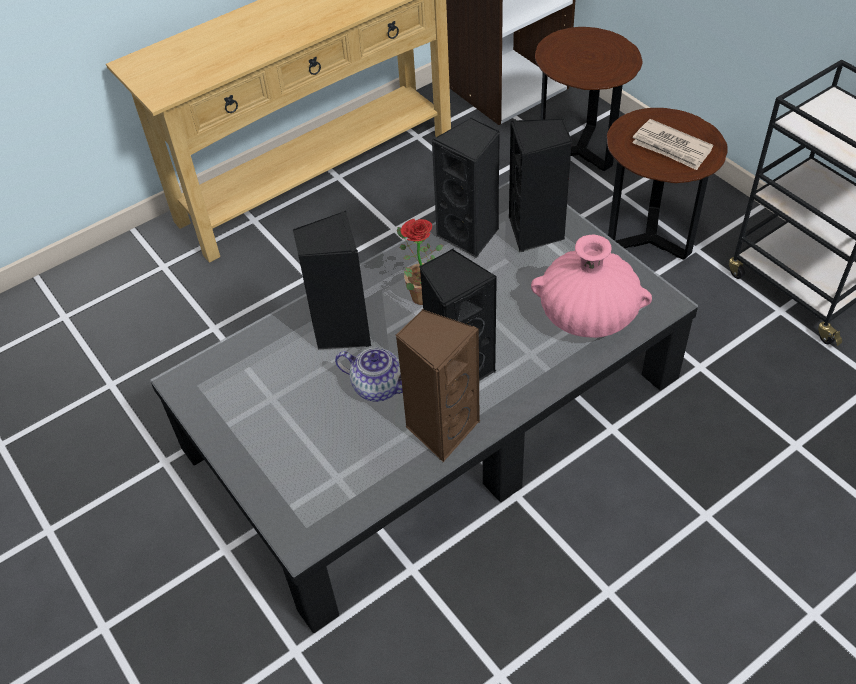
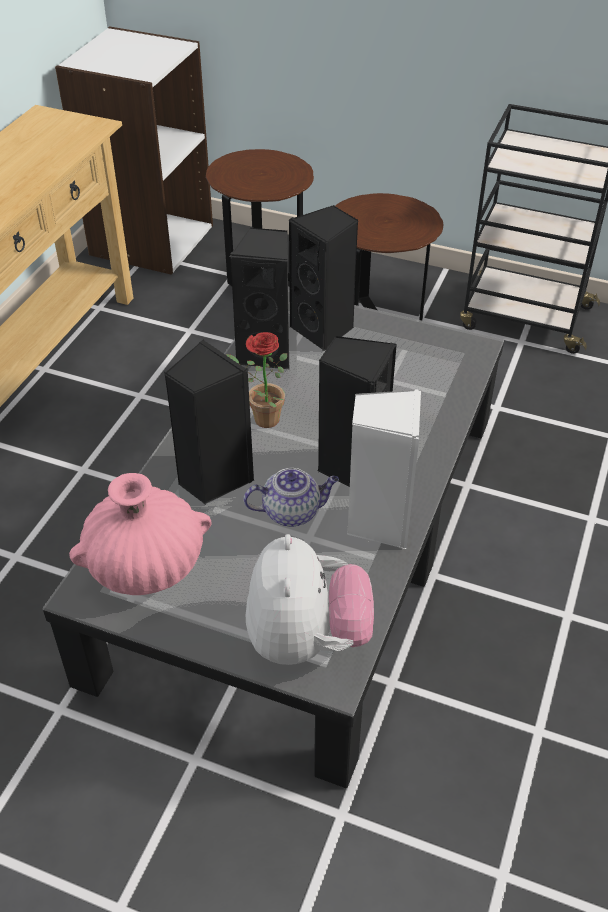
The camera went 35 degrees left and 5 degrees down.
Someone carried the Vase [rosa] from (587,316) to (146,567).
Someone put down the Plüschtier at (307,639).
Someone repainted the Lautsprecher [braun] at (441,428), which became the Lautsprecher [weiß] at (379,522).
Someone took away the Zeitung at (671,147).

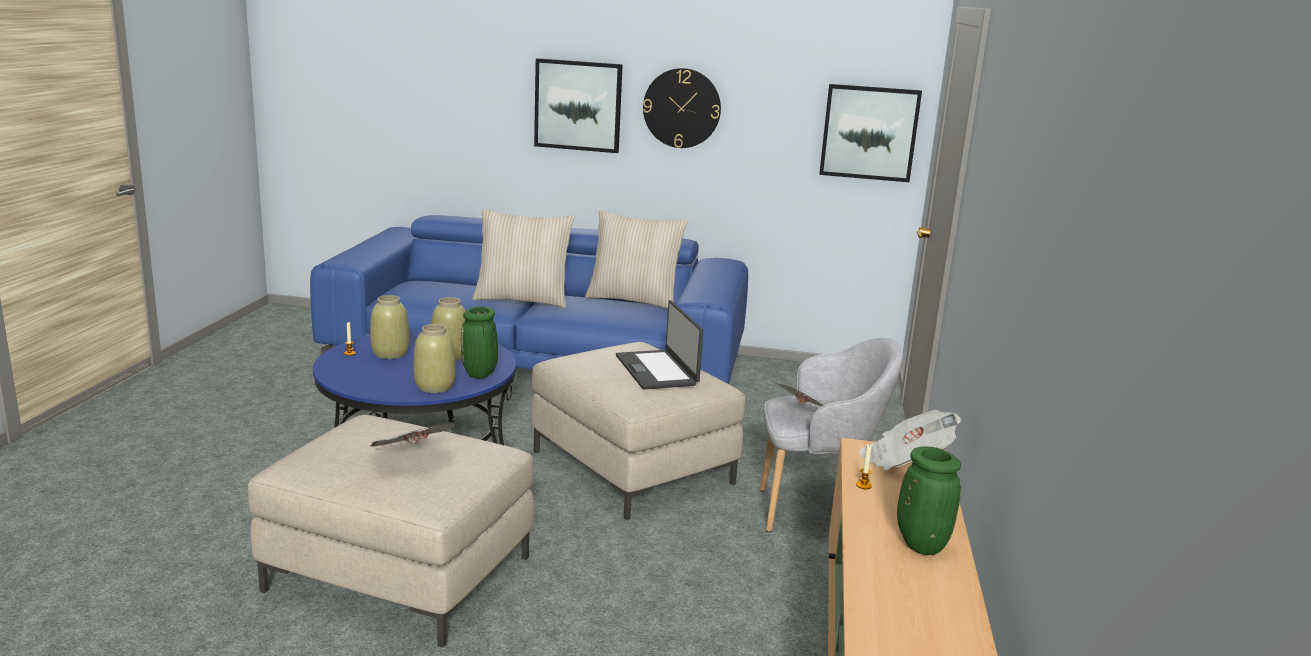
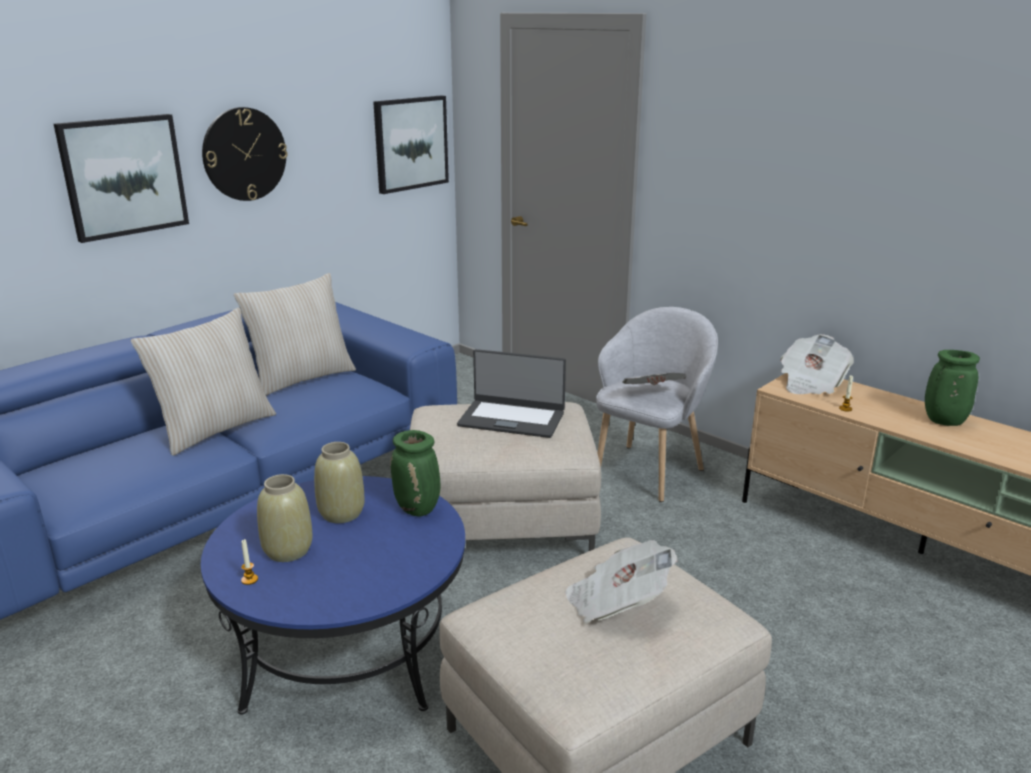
The camera went 55 degrees left and 5 degrees up.
Someone took away the Vase [beige] at (435,387).

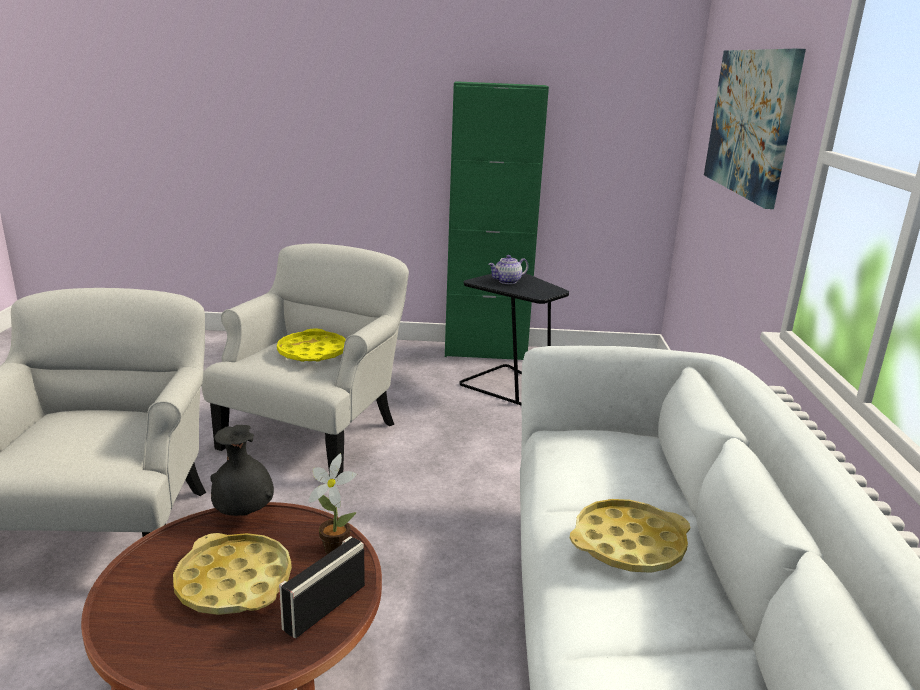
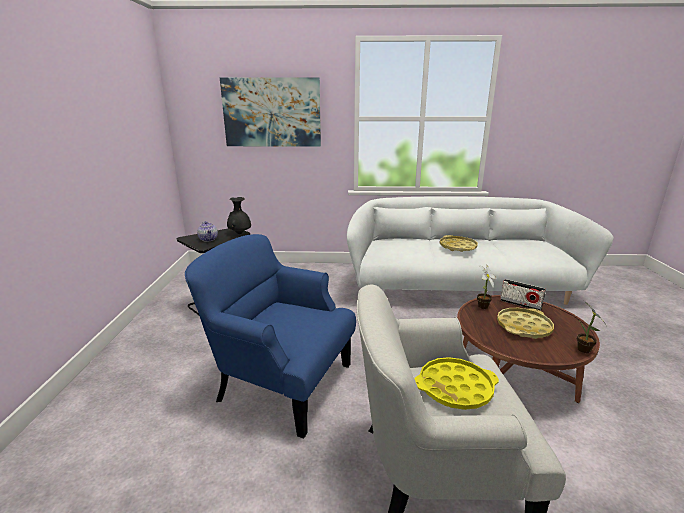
The camera went 90 degrees left and 0 degrees up.
Someone repainted the Sessel [weiß] at (315,434), which became the Sessel [blau] at (281,382).
Someone carried the Vase [schwarz] from (244,513) to (240,233).
Someone carried the Tablett [gelb] from (312,353) to (455,388).
Someone put down the Topfpflanze at (584,351).
Someone took away the Schrank [grün] at (485,352).

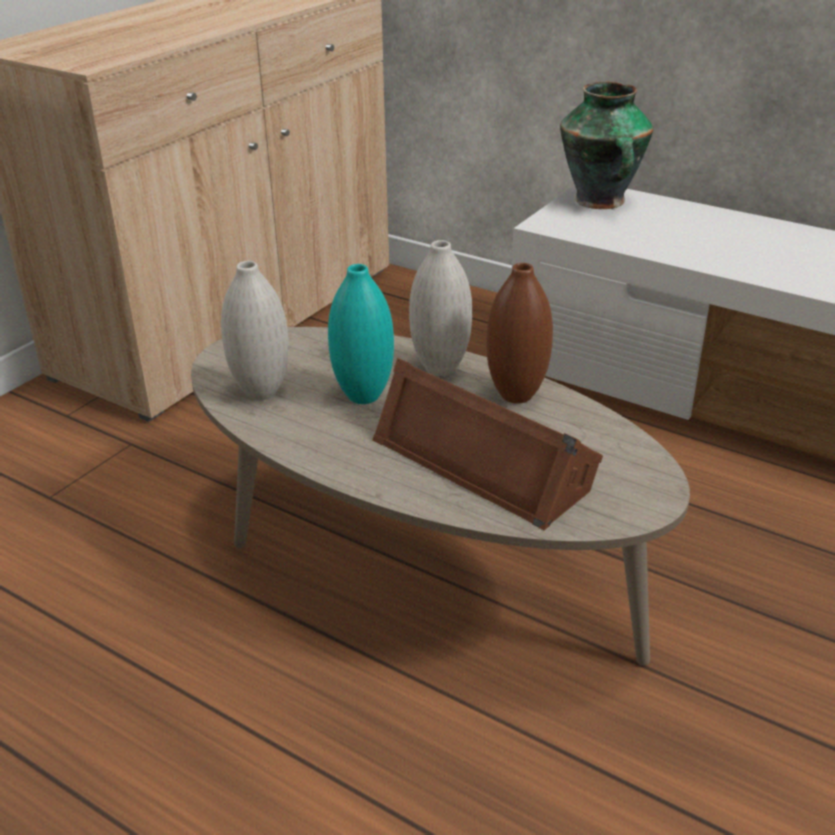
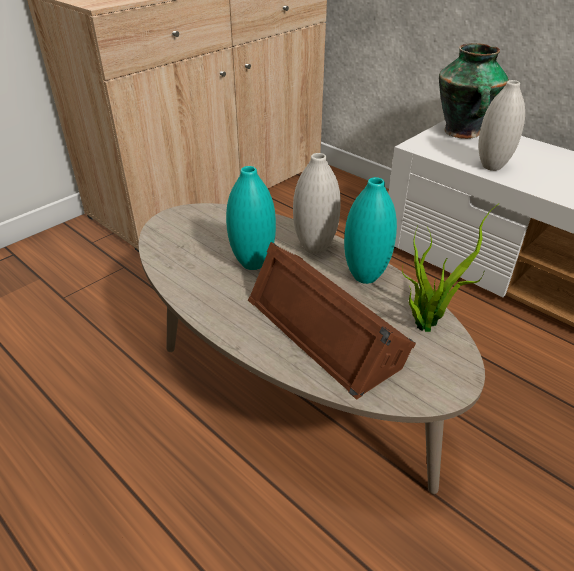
The camera went 10 degrees right and 5 degrees up.
Someone repainted the Vase [braun] at (516,395), which became the Vase [türkis] at (365,276).
Someone put down the Topfpflanze at (425,321).
Someone carried the Vase [weiß] from (261,392) to (491,166).

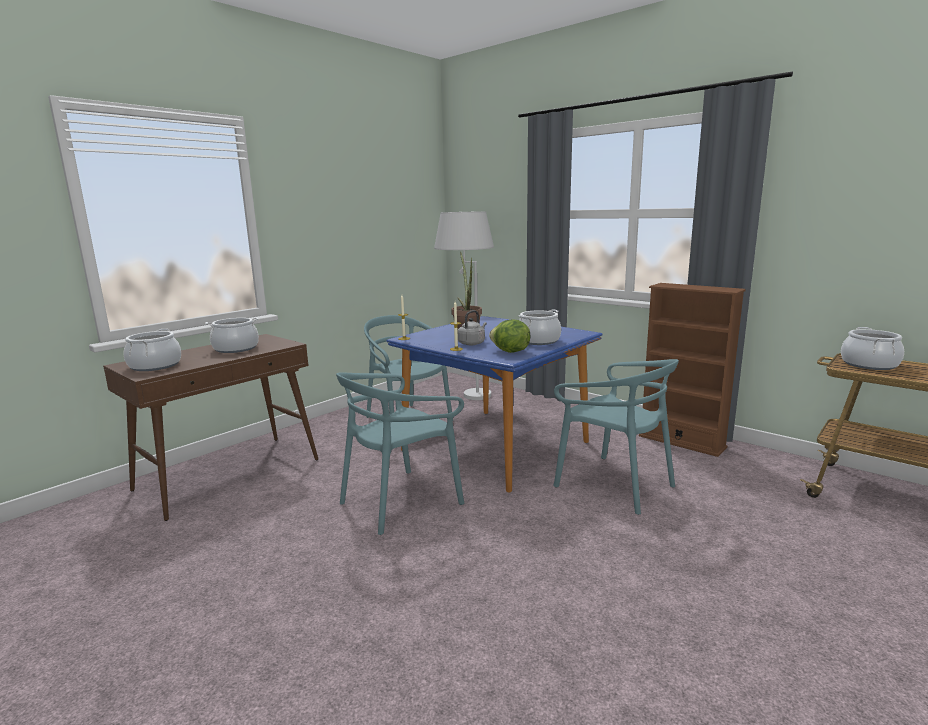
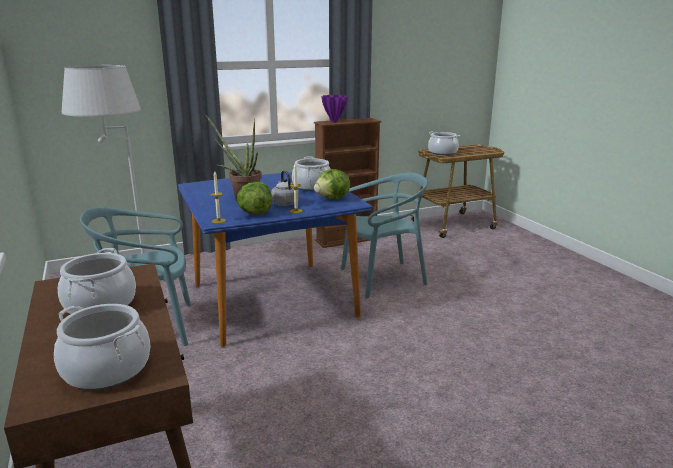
The camera went 65 degrees left and 5 degrees up.
Someone put down the Salatkopf at (255,213).
Someone put down the Vase [lila] at (334,122).
Someone took away the Stuhl [türkis] at (400,501).

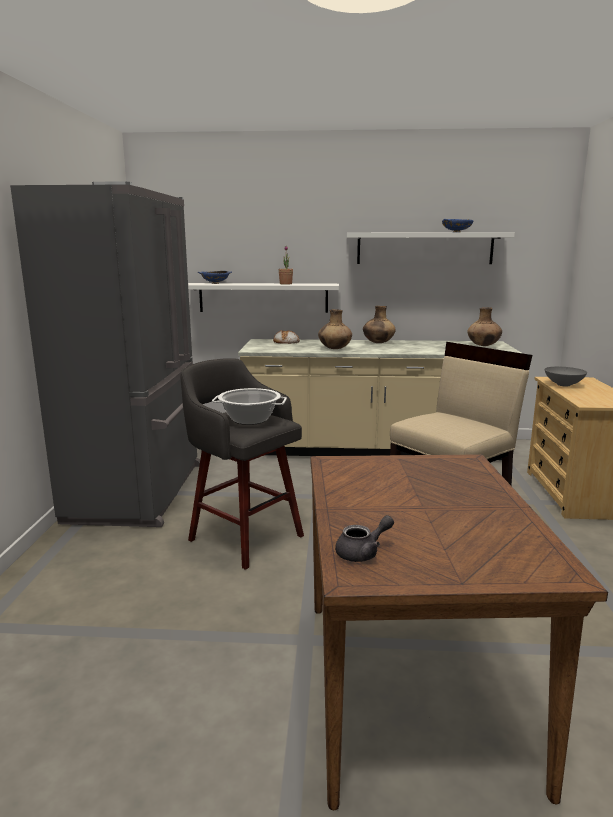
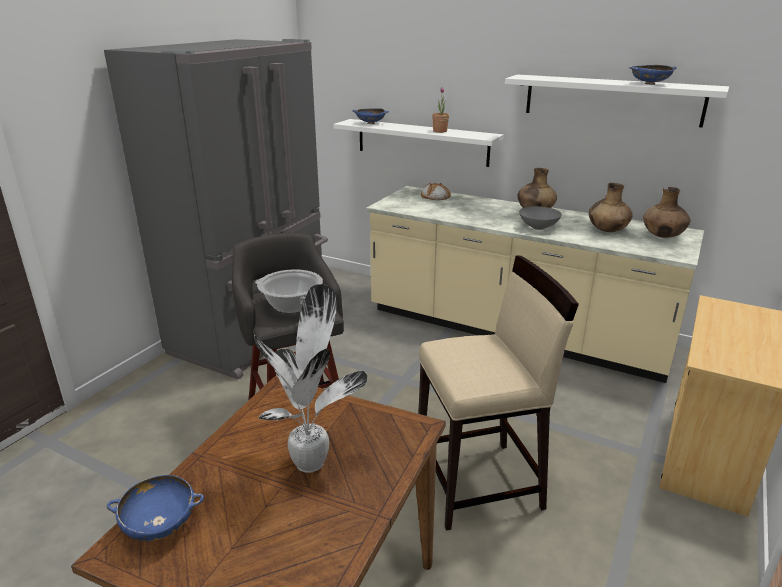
The camera went 25 degrees right and 10 degrees up.
Someone swapped the Teekanne [grau] at (363,552) for the Schüssel [blau] at (160,524).
Someone put down the Topfpflanze at (312,461).
Someone carried the Schüssel [grau] from (564,385) to (539,227).
Someone carried the Vase [braun] from (334,349) to (607,230).

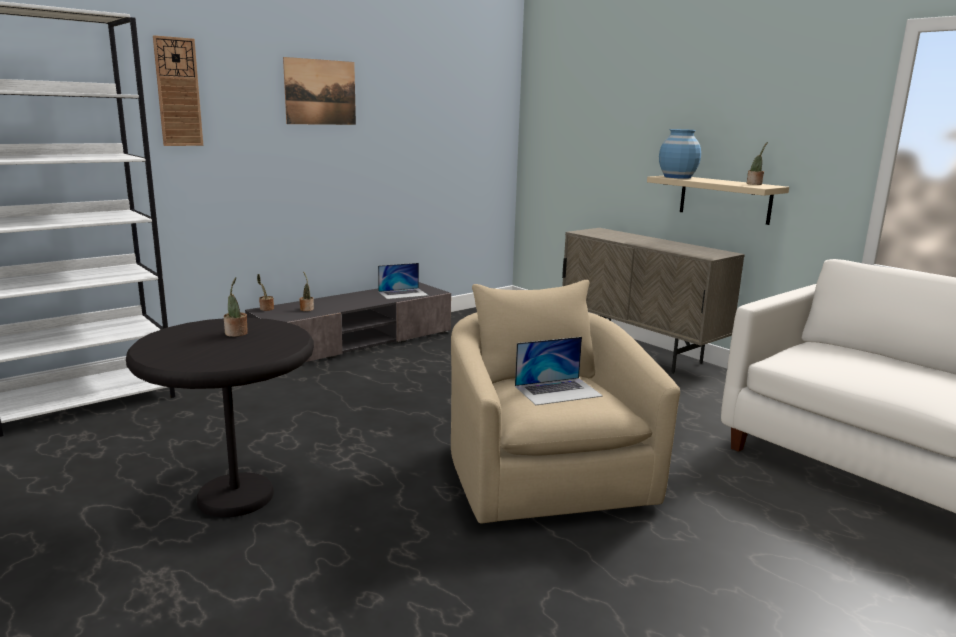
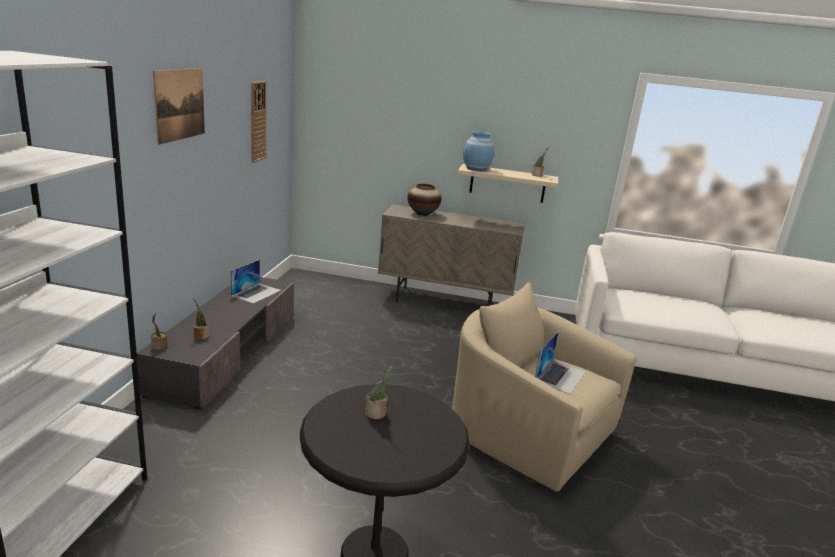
The camera went 40 degrees left and 5 degrees up.
Someone carried the Wanduhr from (178,92) to (257,121).
Someone put down the Vase at (422,214).

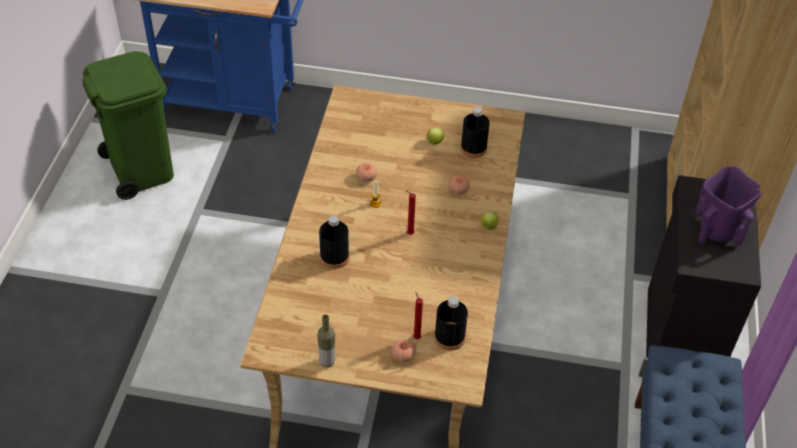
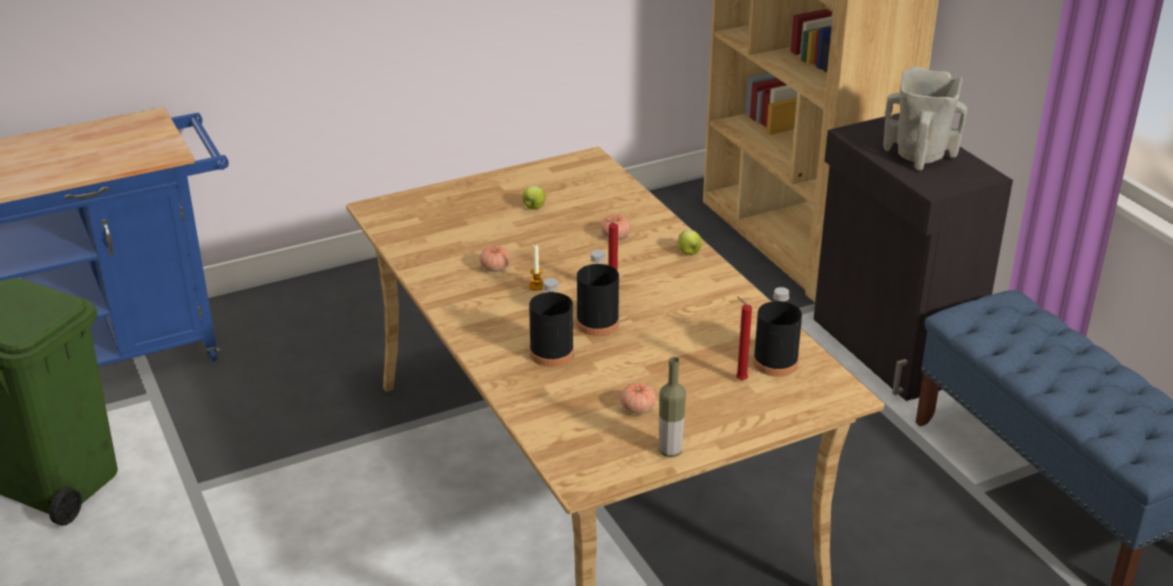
The camera went 35 degrees left and 15 degrees down.
Someone carried the Flasche [schwarz] from (473,148) to (597,323).
Someone carried the Tomate from (403,355) to (637,408).
Someone repainted the Vase [lila] at (716,231), which became the Vase [beige] at (919,156).

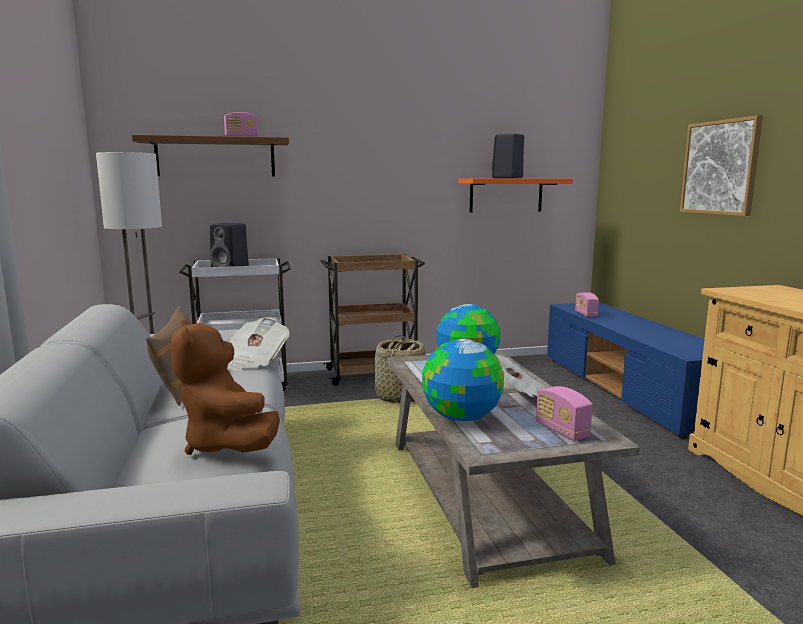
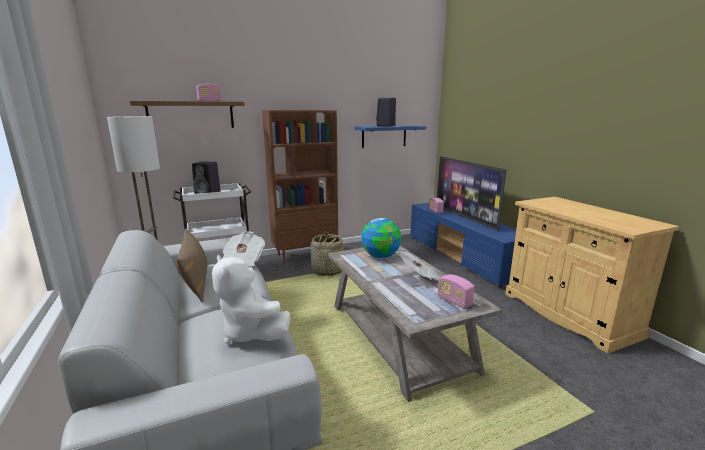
The camera went 10 degrees left and 5 degrees up.
Someone repainted the Plüschtier [braun] at (227,445), which became the Plüschtier [weiß] at (251,333).
Someone swapped the Rollwagen [braun] at (373,374) for the Bücherregal [braun] at (305,255).
Someone repainted the Wandregal [orange] at (506,195), which became the Wandregal [blau] at (384,136).
Someone put down the Fernseher at (465,217).
Someone took away the Globus at (461,417).
Someone took away the Bild at (720,167).

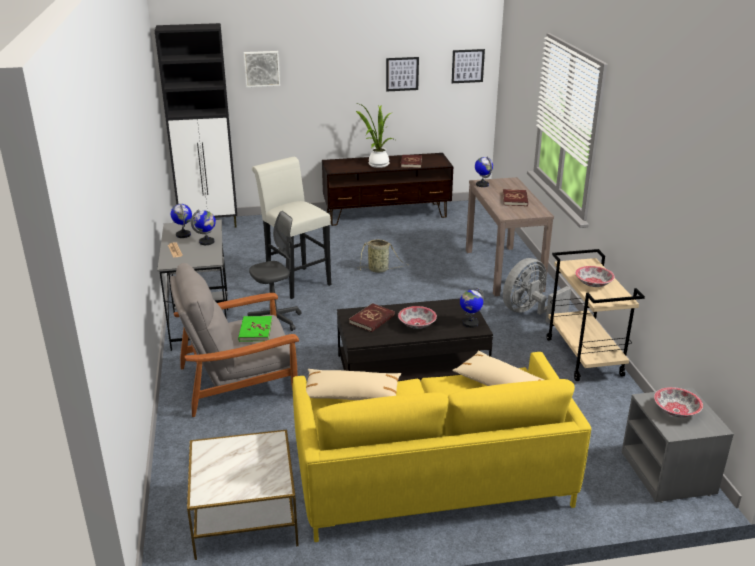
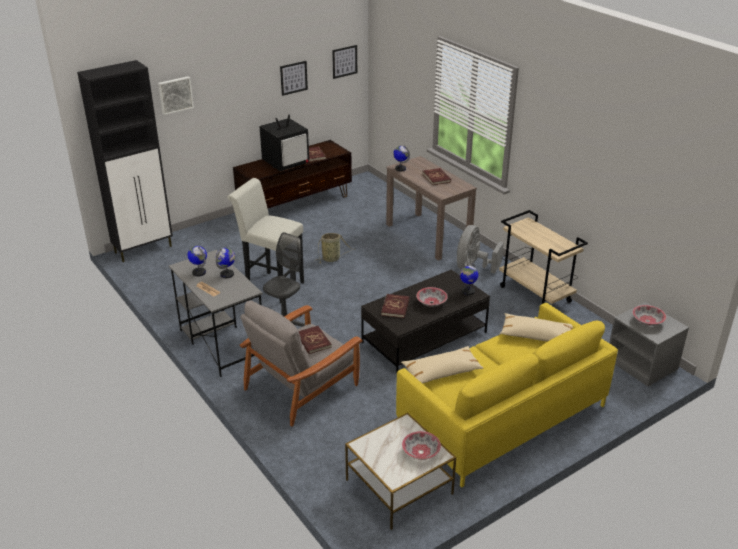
The camera went 25 degrees left and 5 degrees up.
Someone swapped the Topfpflanze at (377,164) for the Fernseher at (286,163).
Someone repainted the Buch [grün] at (255,330), which became the Buch [rot] at (313,341).
Someone carried the Schüssel from (593,283) to (421,452).

